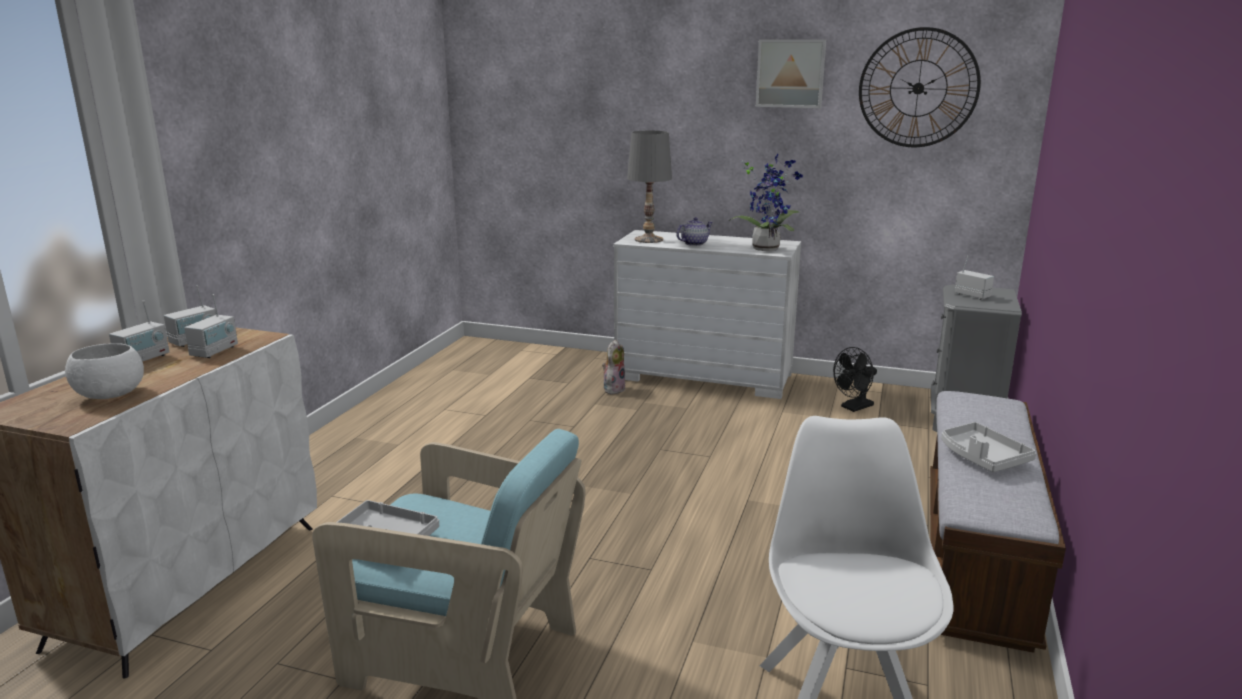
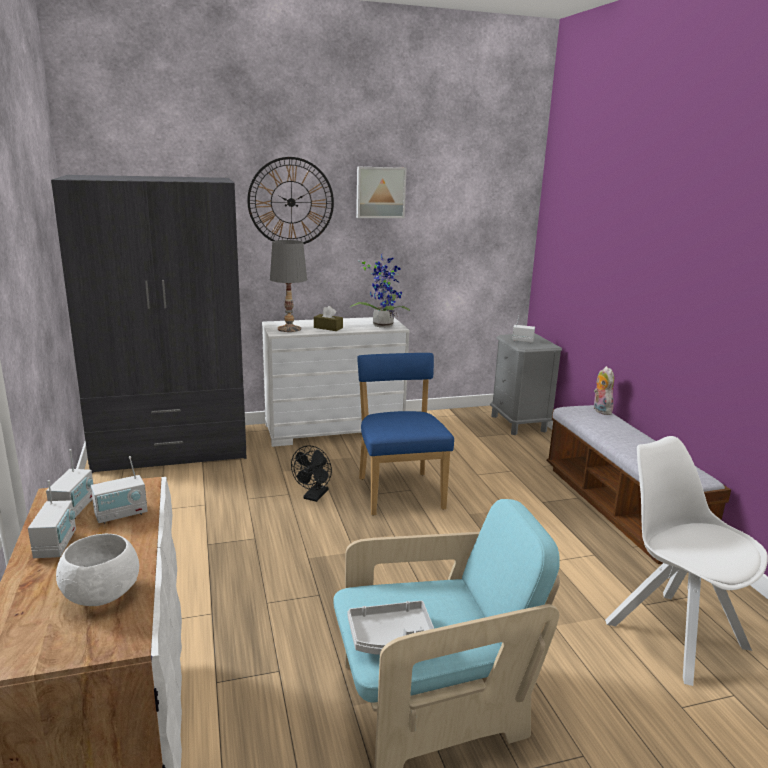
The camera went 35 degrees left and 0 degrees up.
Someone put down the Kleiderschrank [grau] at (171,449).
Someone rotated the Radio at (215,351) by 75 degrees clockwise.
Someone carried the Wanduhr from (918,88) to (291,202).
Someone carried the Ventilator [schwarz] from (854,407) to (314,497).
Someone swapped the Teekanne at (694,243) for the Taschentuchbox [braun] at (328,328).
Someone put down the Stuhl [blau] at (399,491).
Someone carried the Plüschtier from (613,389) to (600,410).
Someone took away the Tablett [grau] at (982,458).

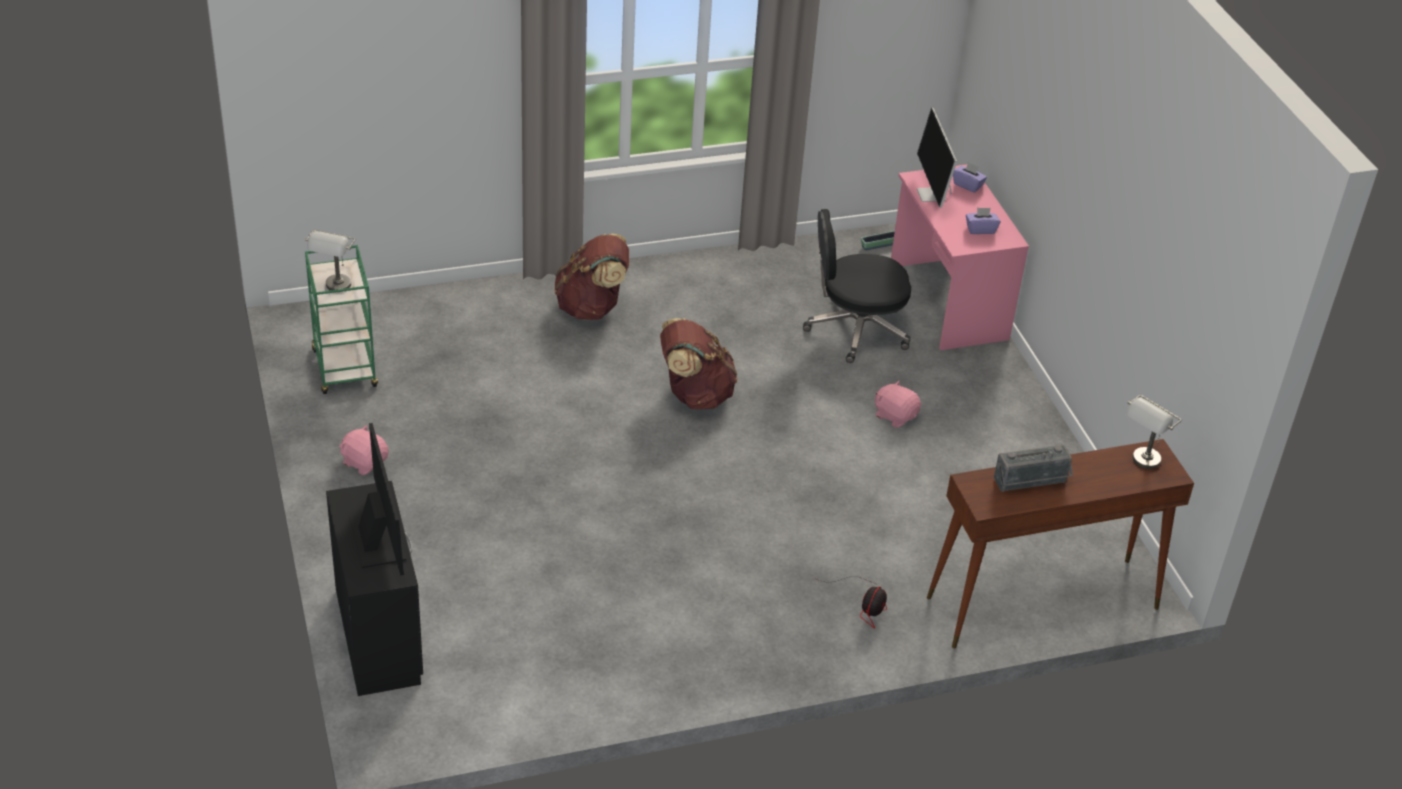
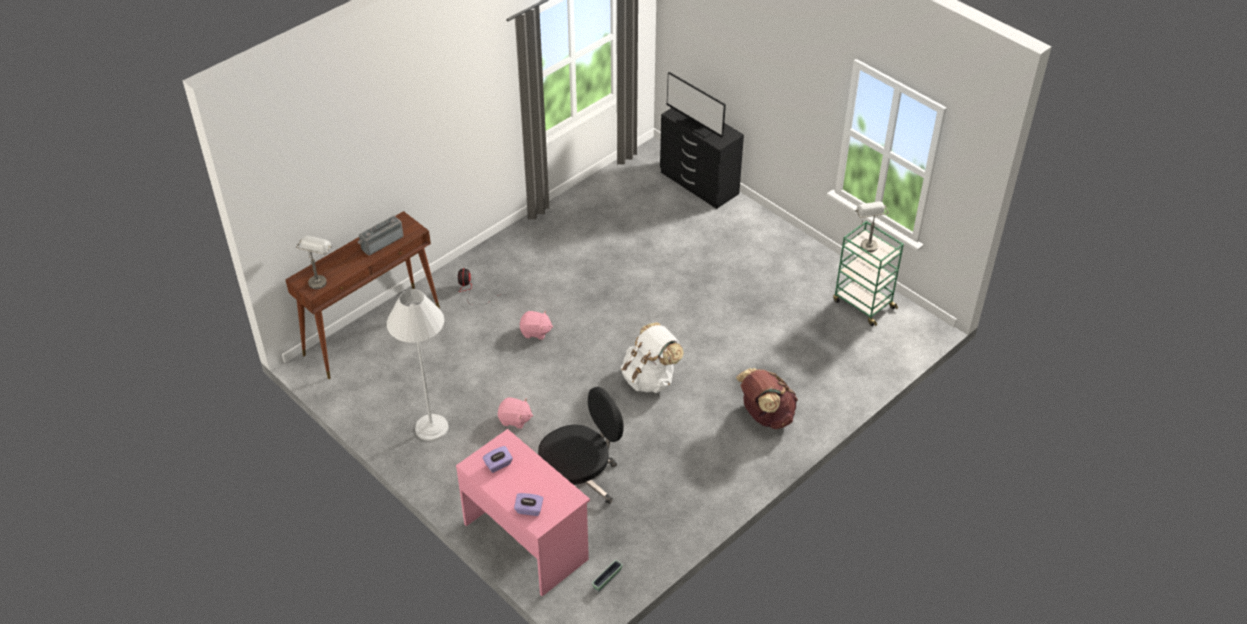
The camera went 155 degrees right and 5 degrees up.
Someone put down the Stehlampe [weiß] at (431,428).
Someone carried the Plüschtier [rosa] from (365,462) to (535,332).
Someone repainted the Rucksack [braun] at (694,395), which became the Rucksack [weiß] at (650,378).
Someone took away the Monitor at (932,195).

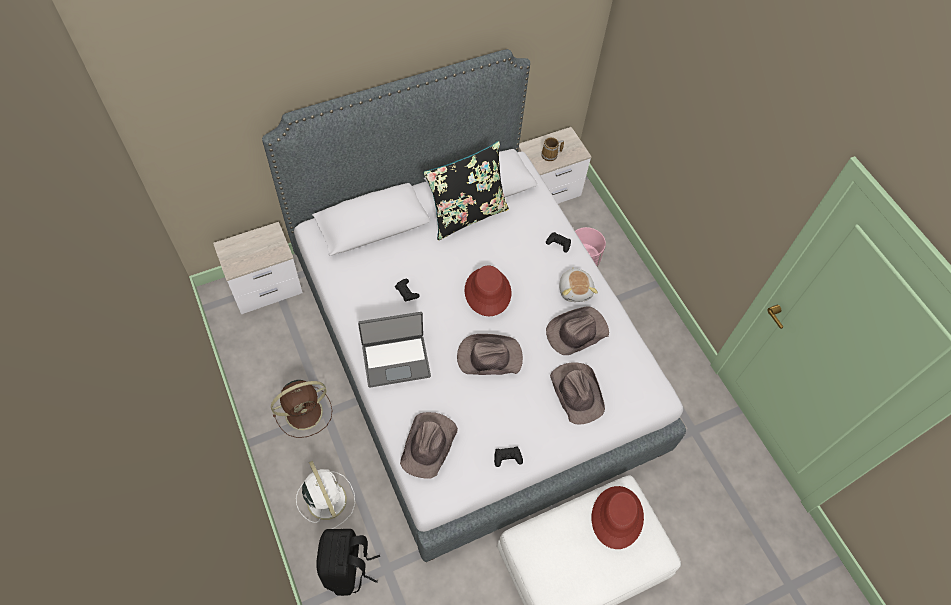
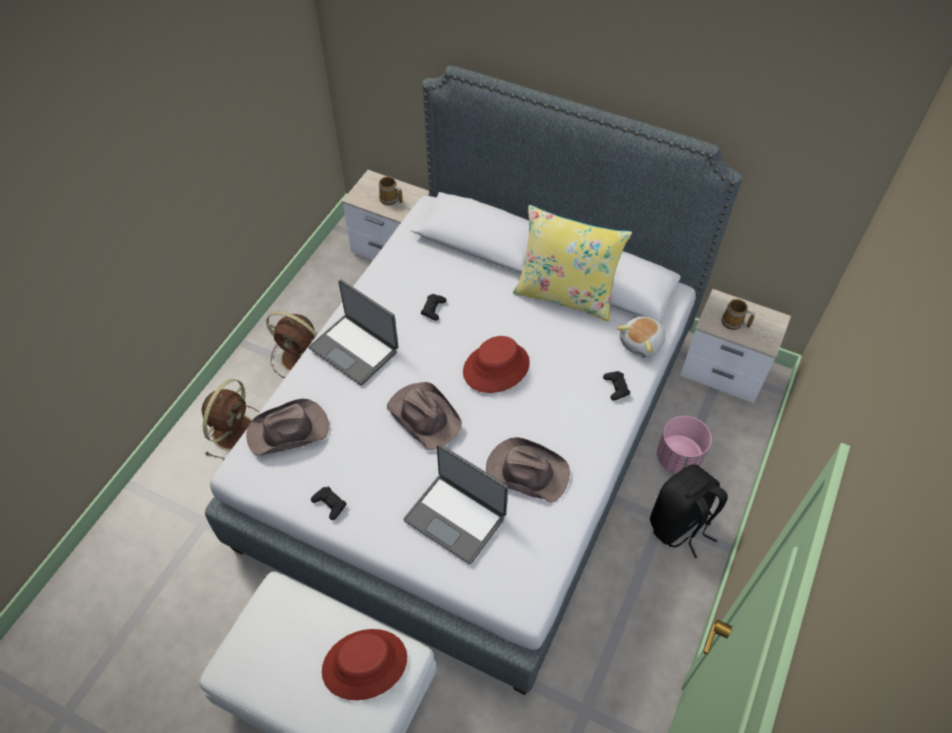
The camera went 55 degrees right and 5 degrees down.
Someone repainted the Ventilator [weiß] at (326,498), which became the Ventilator [braun] at (235,430).
Someone put down the Henkelbecher at (390,199).
Someone swapped the Hut [braun] at (577,392) for the Laptop at (456,517).
Someone repainted the Kissen [schwarz] at (466,214), which became the Kissen [gelb] at (565,295).
Someone carried the Plüschtier from (575,290) to (642,343).
Someone carried the Rucksack [schwarz] from (348,568) to (680,525).

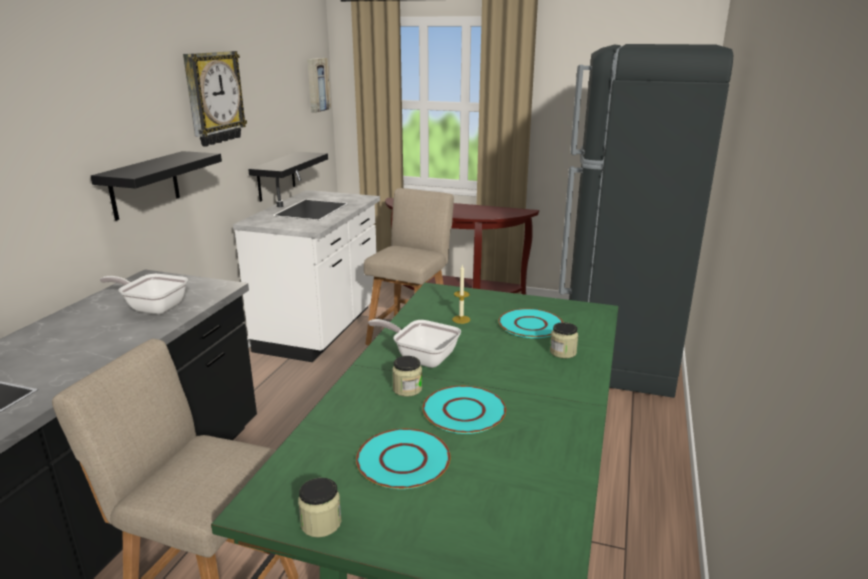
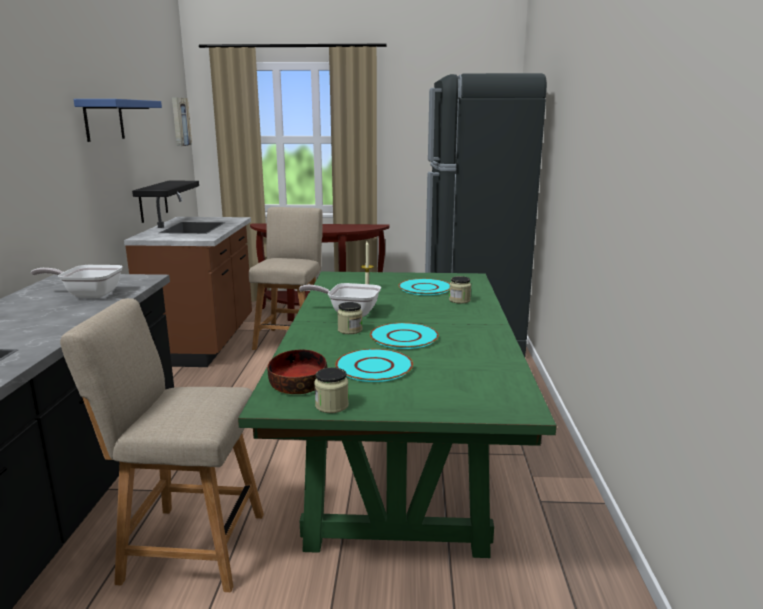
The camera went 15 degrees left and 5 degrees down.
Someone swapped the Wanduhr at (213,98) for the Wandregal [blau] at (104,120).
Someone repainted the Küchenzeile [weiß] at (321,329), which became the Küchenzeile [braun] at (204,342).
Someone put down the Schüssel at (297,384).
Someone took away the Wandregal [schwarz] at (144,185).

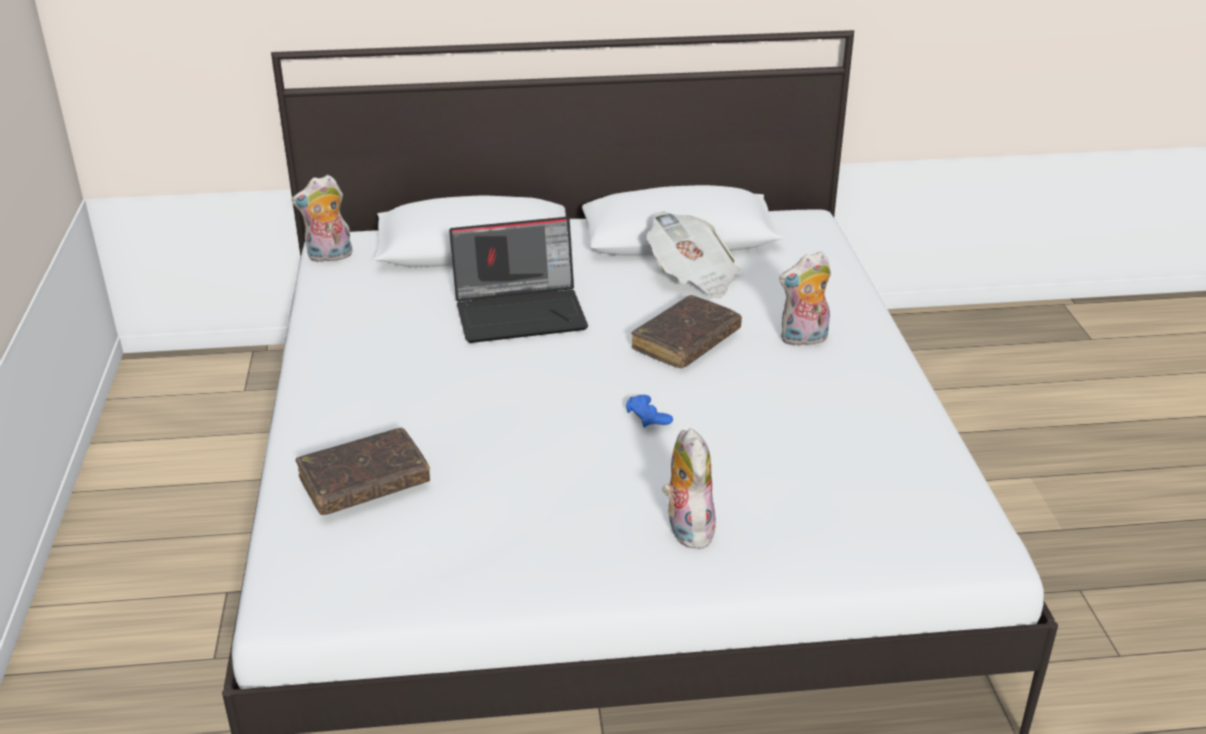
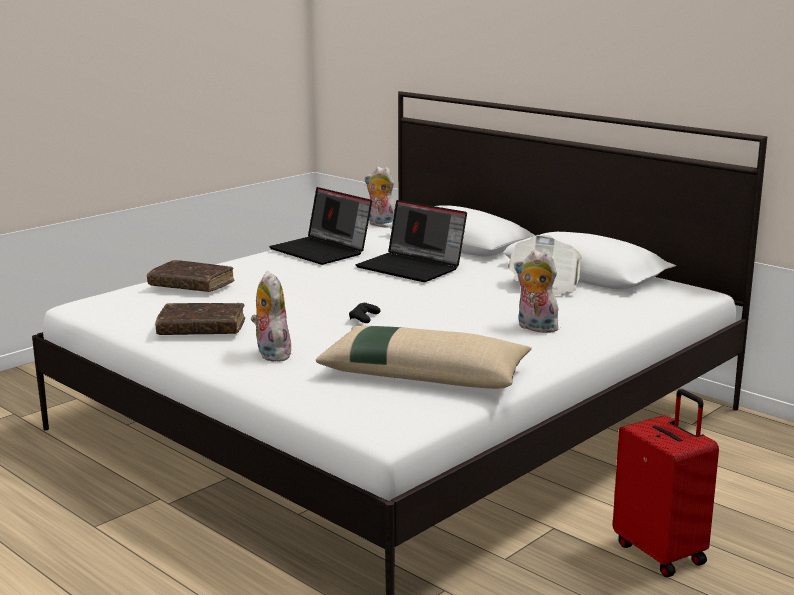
The camera went 50 degrees right and 15 degrees down.
Someone carried the Buch [braun] from (686,342) to (201,329).
Someone rotated the Plüschtier at (686,528) by 60 degrees counterclockwise.
Someone put down the Laptop at (322,251).
Someone put down the Kissen [beige] at (425,374).
Someone repainted the Gamepad [blau] at (647,416), which became the Gamepad [schwarz] at (364,317).
Someone put down the Koffer [rot] at (661,552).

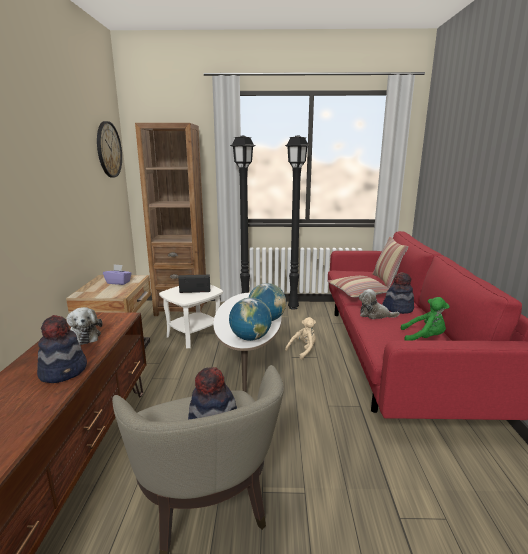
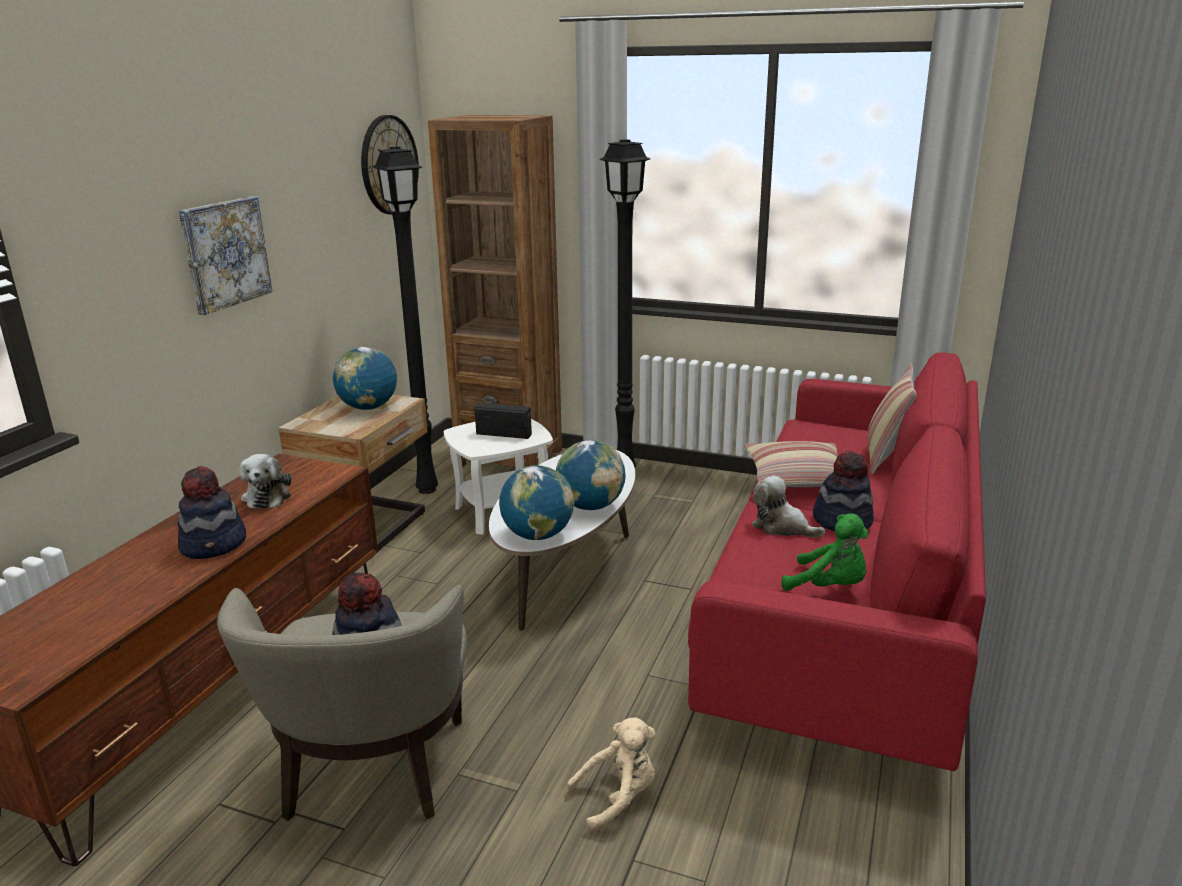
The camera went 20 degrees right and 5 degrees up.
Someone put up the Bild at (225,253).
Someone swapped the Taschentuchbox [lila] at (118,282) for the Globus at (368,408).
Someone carried the Stehlampe [schwarz] from (293,308) to (426,490).
Someone carried the Plüschtier [beige] from (303,350) to (618,798).

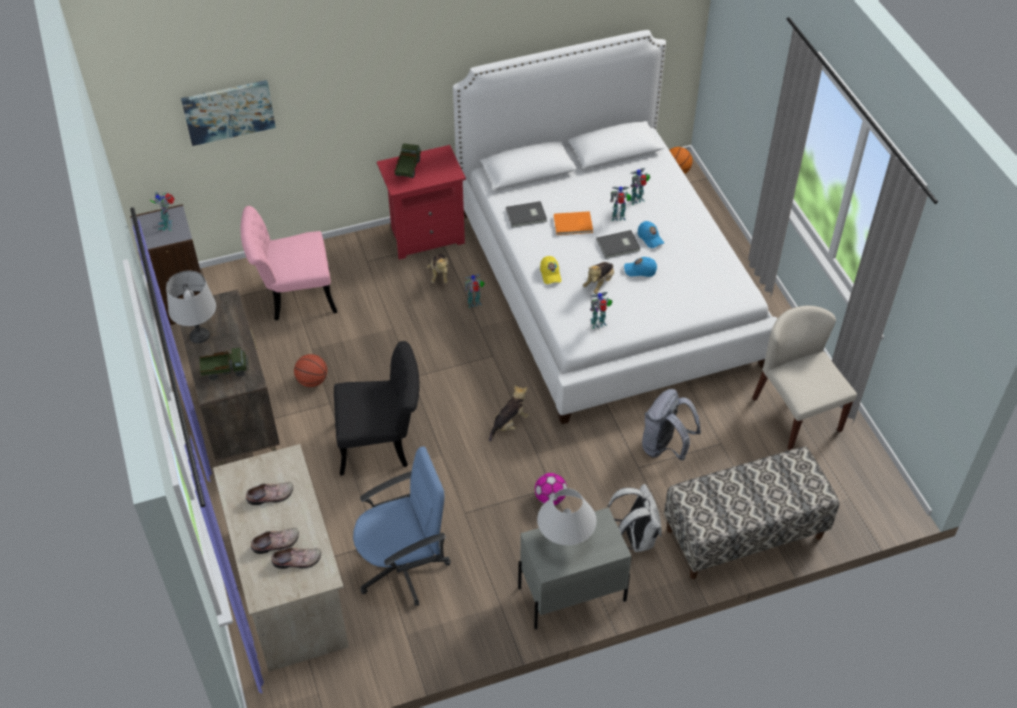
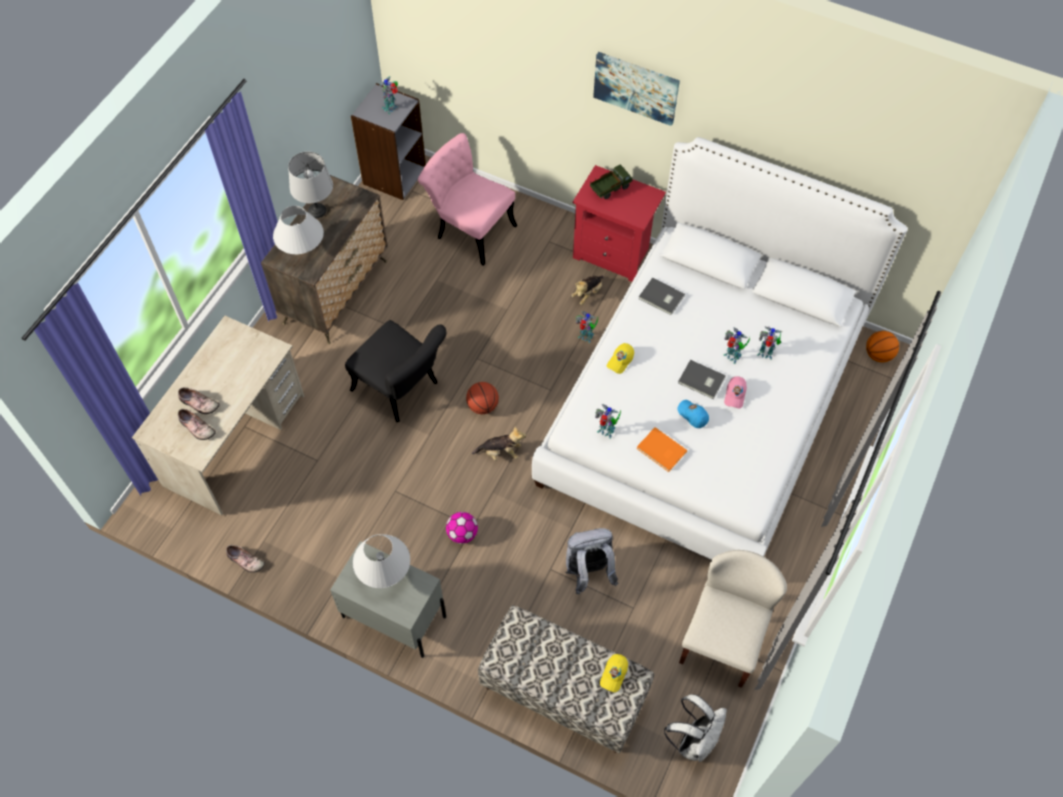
The camera went 45 degrees right and 10 degrees up.
Someone carried the Schuh from (271,496) to (245,561).
Someone swapped the Spielzeuglaster at (225,371) for the Tischlampe [weiß] at (302,251).
Someone carried the Basketball from (312,381) to (482,406).
Someone carried the Bild from (228,111) to (636,87).
Someone put down the Kappe [gelb] at (614,674).
Someone carried the Buch [orange] from (573,225) to (661,451).
Someone carried the Rucksack [weiß] from (636,537) to (693,739).
Someone repainted the Kappe [blau] at (650,238), which became the Kappe [rosa] at (735,395).
Someone took away the Bürostuhl [blau] at (403,566).
Someone took away the Plüschtier at (599,283).

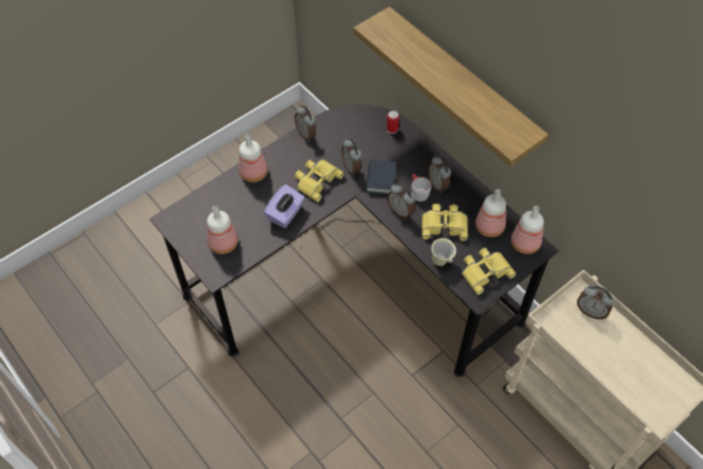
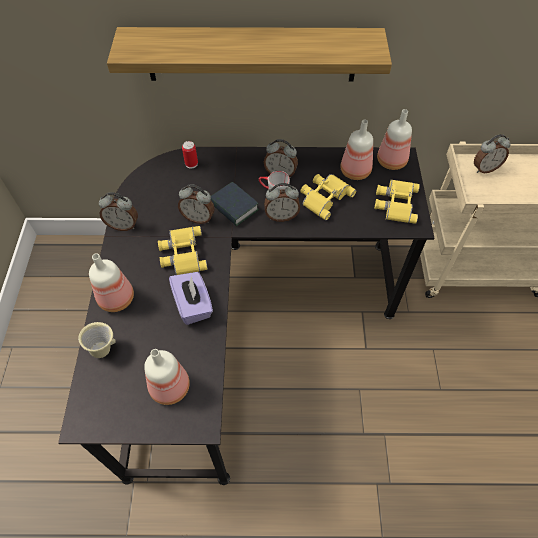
The camera went 50 degrees left and 0 degrees up.
Someone carried the Henkelbecher [beige] from (441,261) to (104,349).

